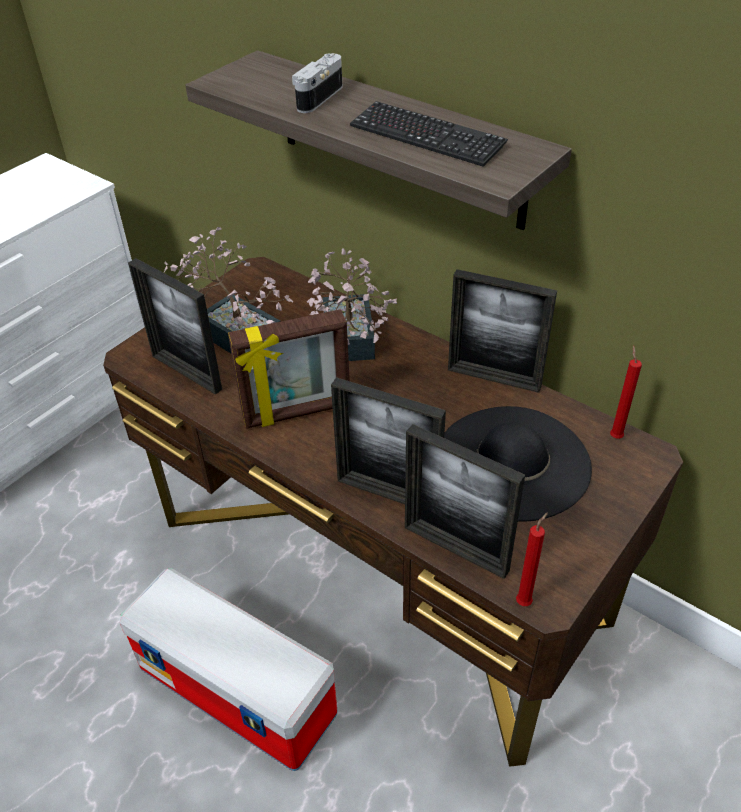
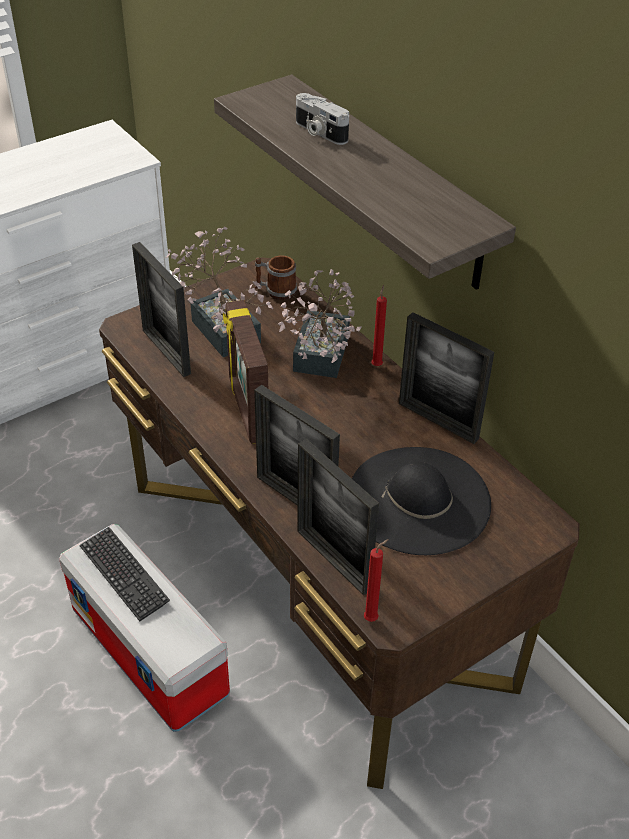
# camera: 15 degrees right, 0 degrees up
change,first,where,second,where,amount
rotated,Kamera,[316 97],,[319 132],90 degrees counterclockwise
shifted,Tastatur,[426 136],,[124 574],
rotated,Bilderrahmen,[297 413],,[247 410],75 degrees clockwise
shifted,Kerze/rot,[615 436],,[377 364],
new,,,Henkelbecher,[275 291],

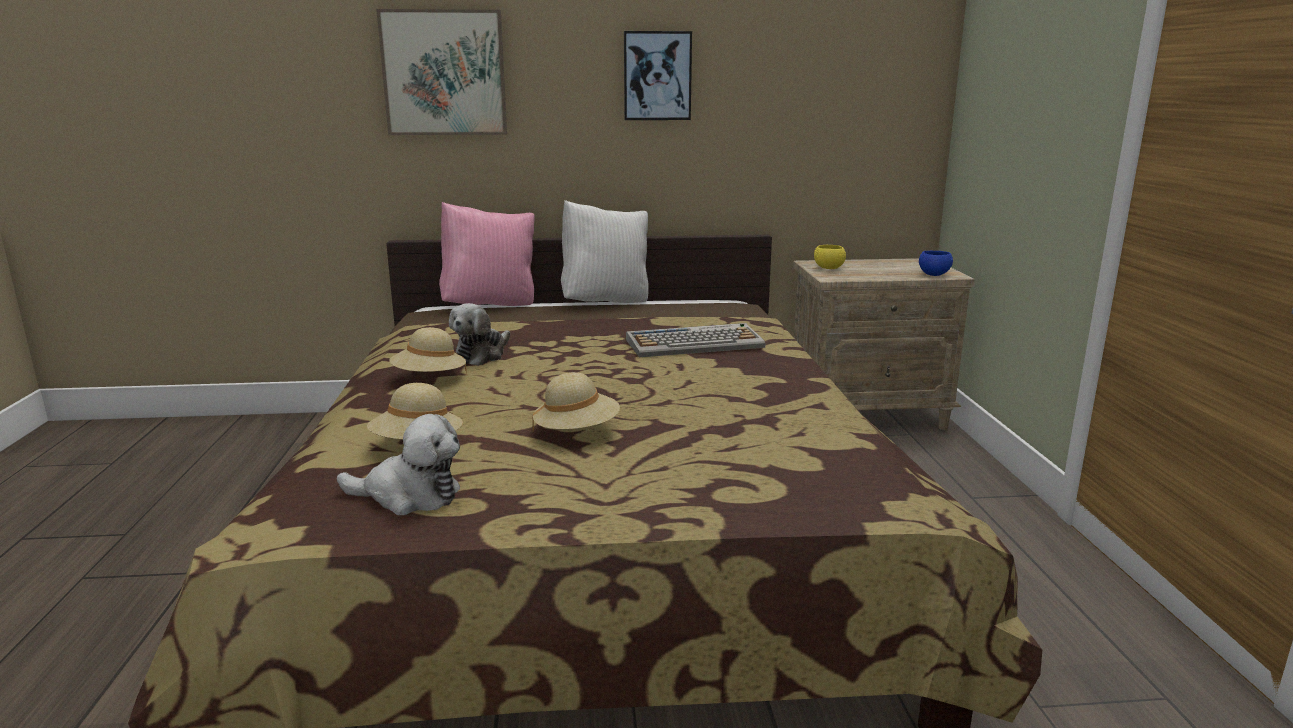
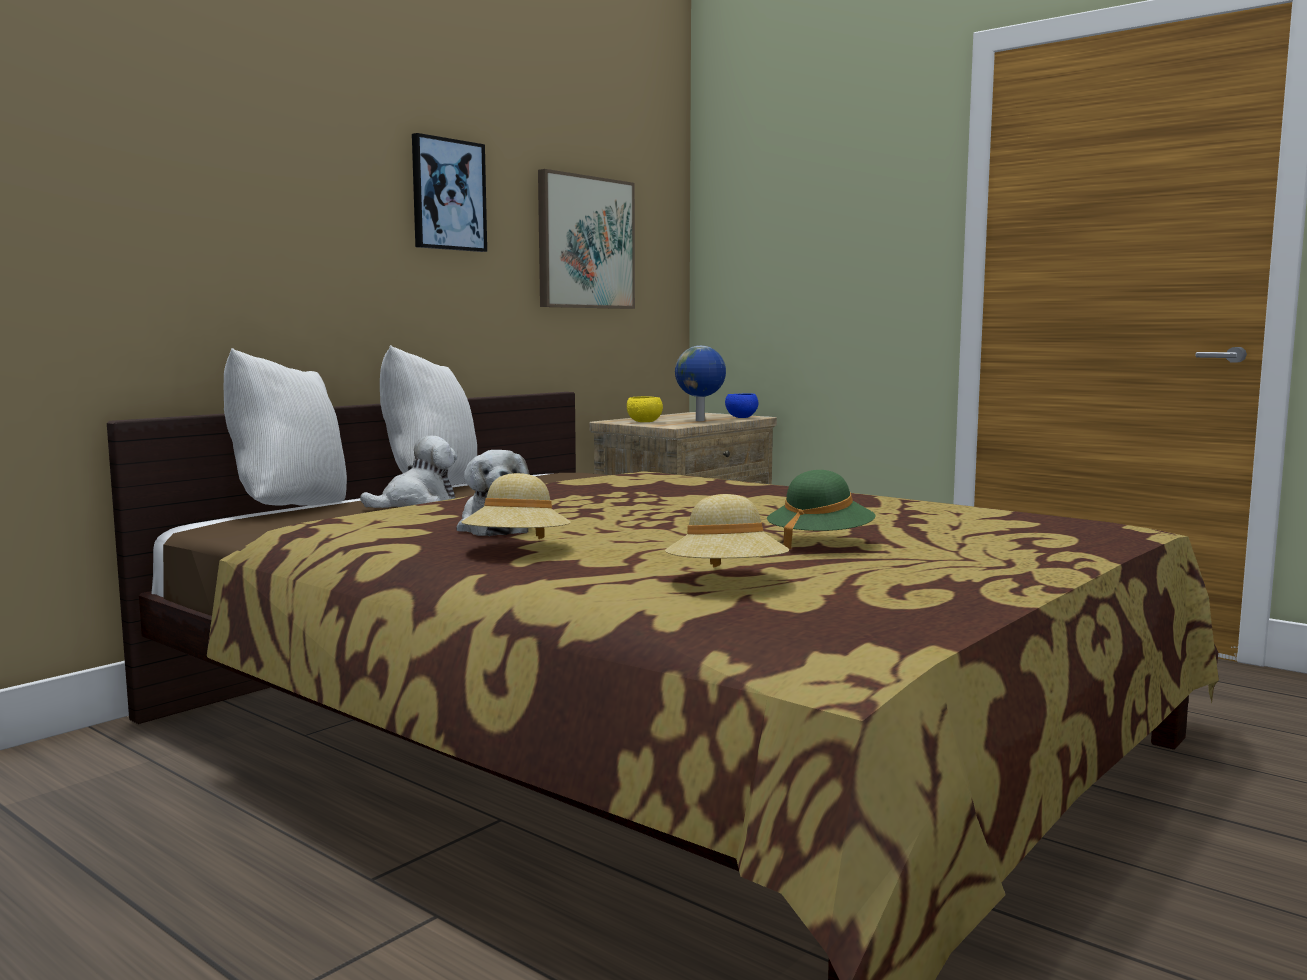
# camera: 45 degrees left, 10 degrees down
change,first,where,second,where,amount
shifted,Bild,[444 73],,[585 243],
repainted,Kissen/rosa,[491 305],Kissen/weiß,[288 508],
gone,Tastatur,[695 343],,,
repainted,Hut/beige,[577 432],Hut/grün,[819 543],
shifted,Plüschtier,[409 496],,[416 504],
new,,,Globus,[700 420],

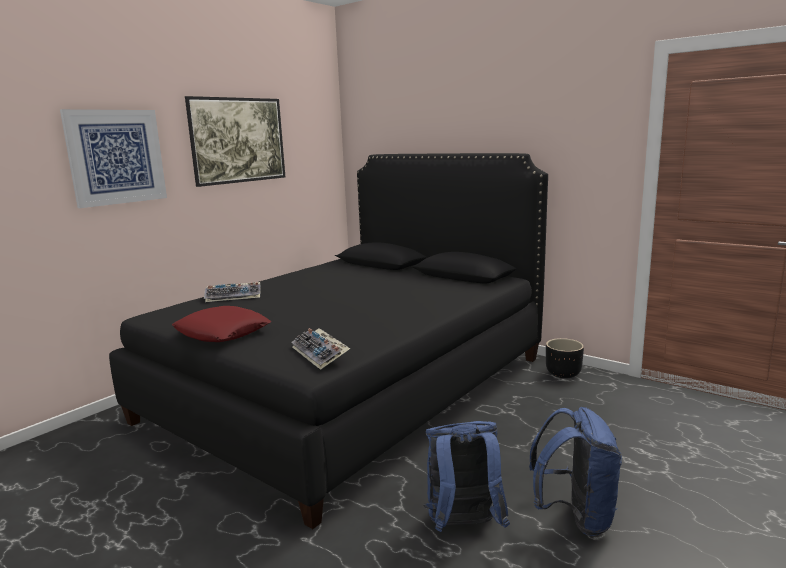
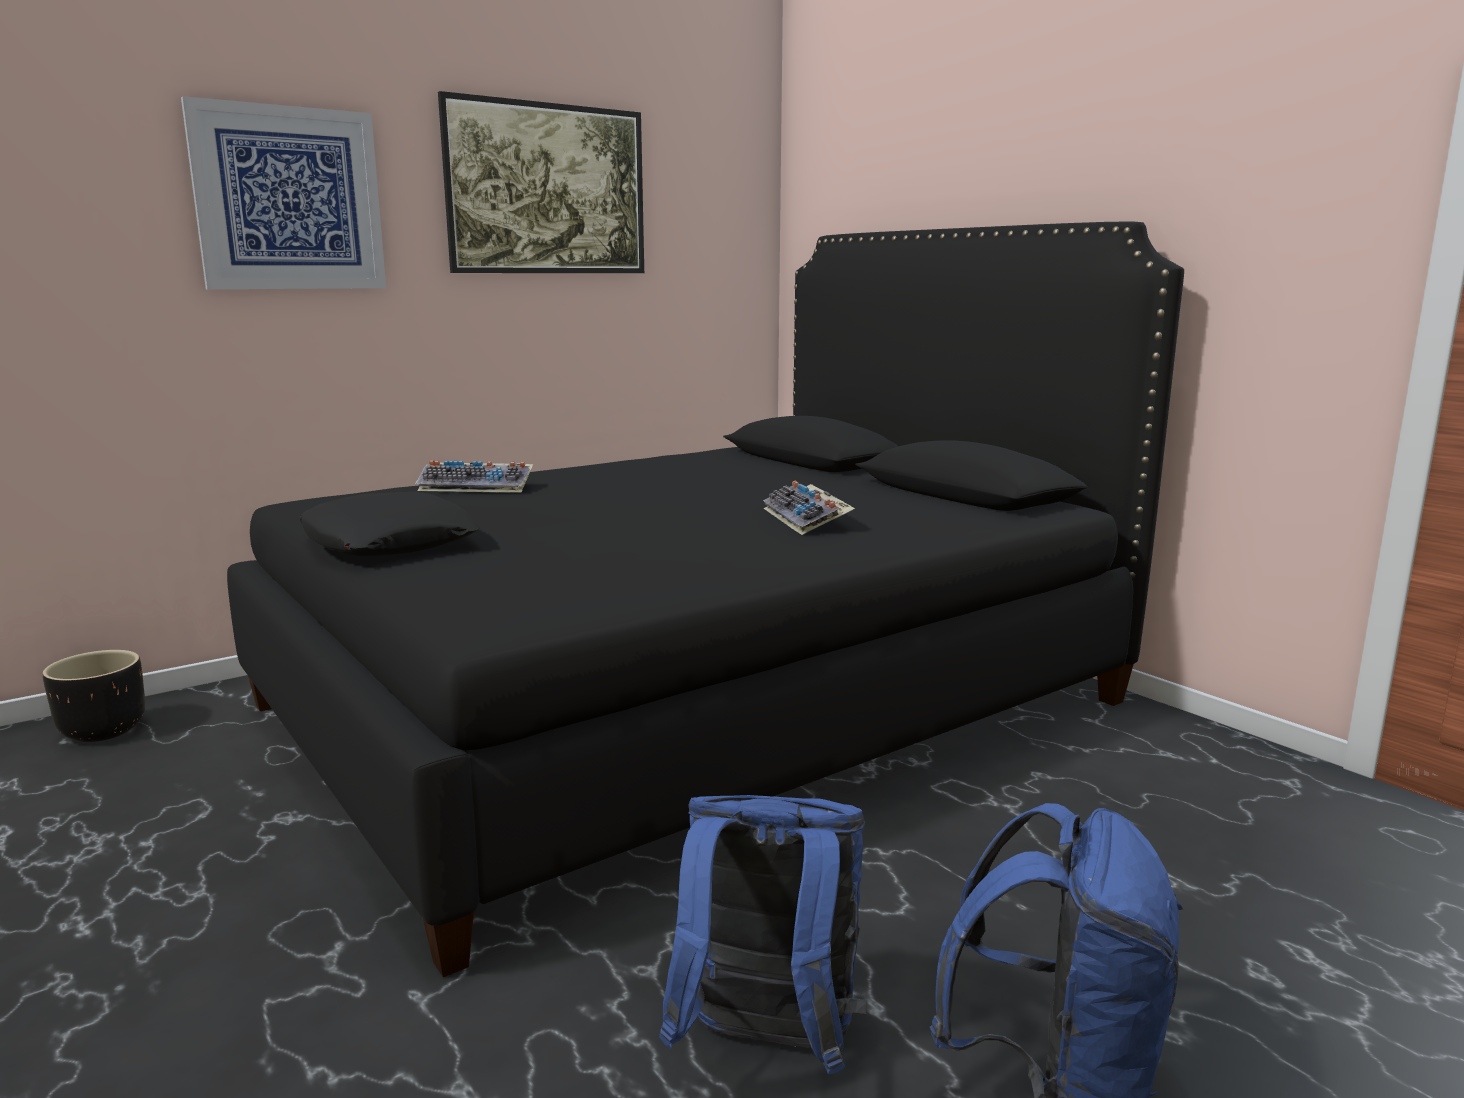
# camera: 15 degrees right, 0 degrees up
change,first,where,second,where,amount
repainted,Kissen/rot,[222 332],Kissen/schwarz,[389 542],
shifted,Tastatur,[321 354],,[807 519],
shifted,Pflanzkübel/schwarz,[562 374],,[102 731],

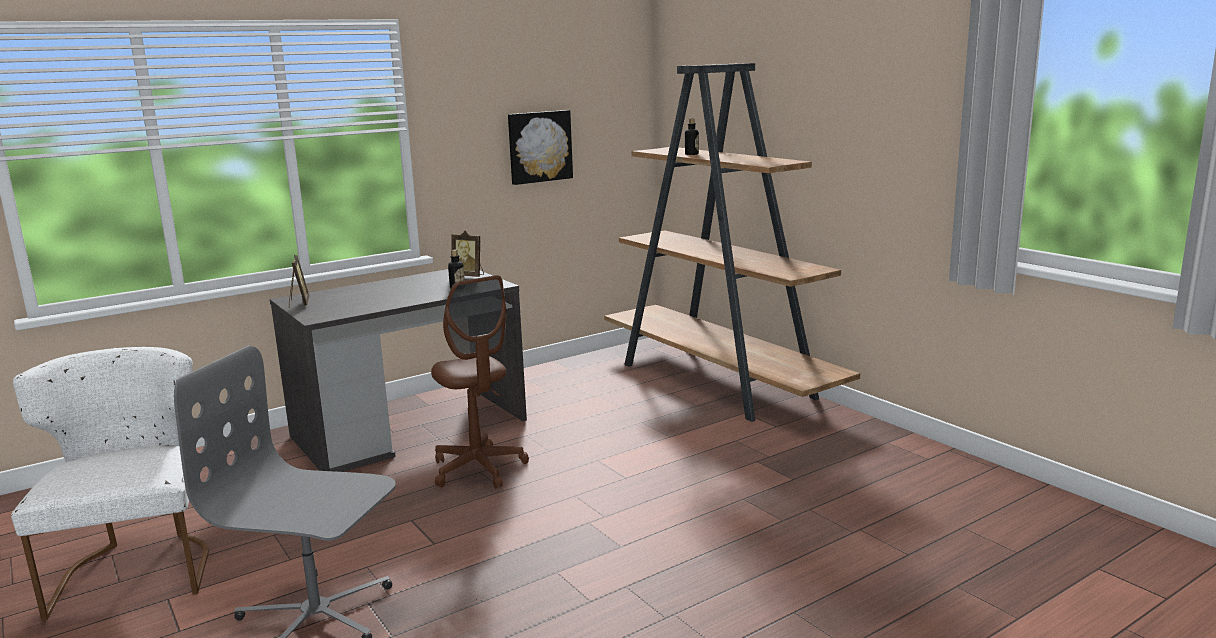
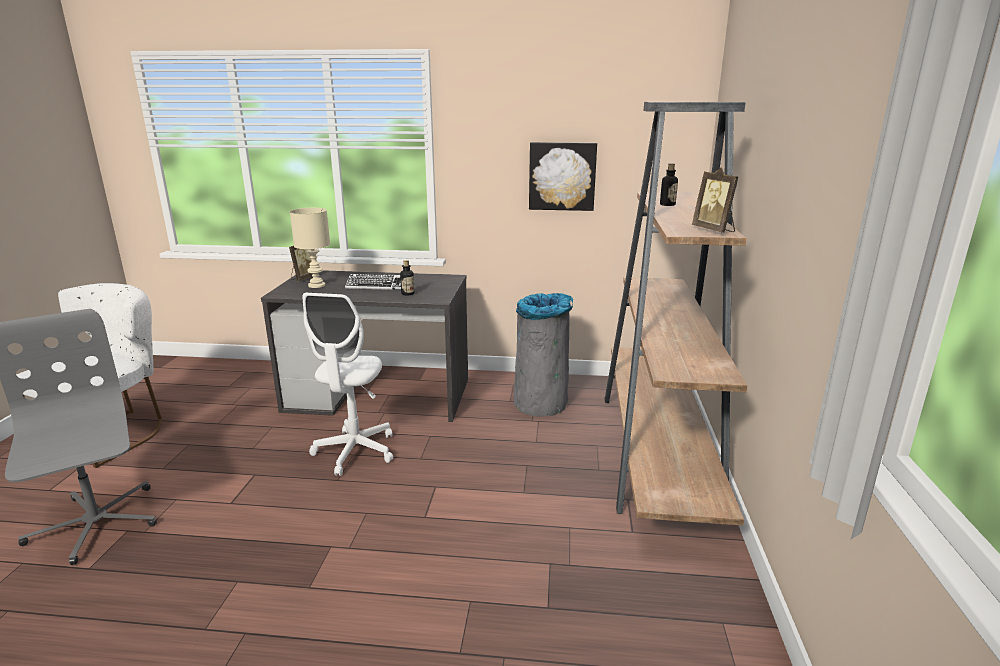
# camera: 40 degrees right, 5 degrees up
change,first,where,second,where,amount
shifted,Bilderrahmen,[469 276],,[714 230],
repainted,Bürostuhl/braun,[478 469],Bürostuhl/weiß,[355 451],
new,,,Tischlampe/beige,[317 285],
new,,,Tastatur,[376 286],
new,,,Mülleimer/grau,[541 402],

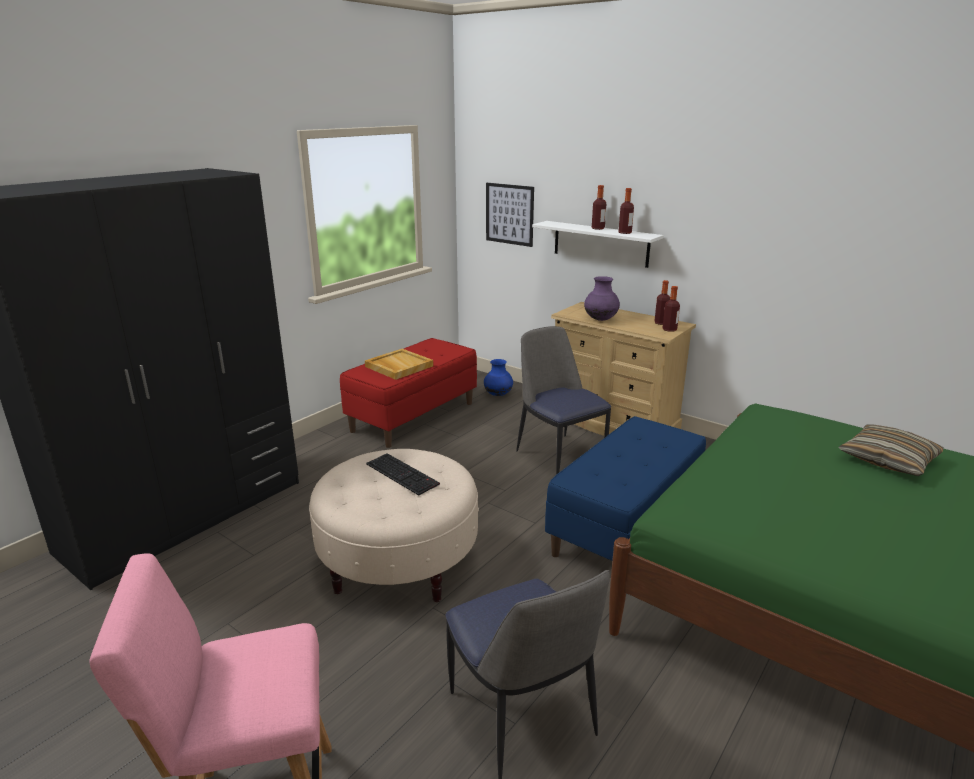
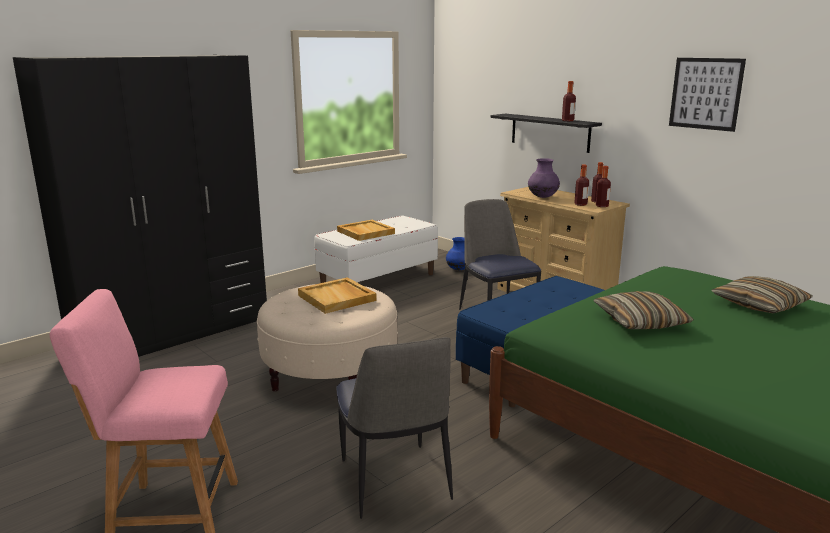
# camera: 10 degrees right, 5 degrees down
change,first,where,second,where,amount
shifted,Bild,[509 214],,[705 93],
shifted,Flasche,[598 228],,[580 204],
repainted,Wandregal/weiß,[600 243],Wandregal/schwarz,[550 132],
repainted,Bank/rot,[413 416],Bank/weiß,[378 280],
swapped,Tastatur,[403 474],Tablett/beige,[337 298],
new,,,Kissen,[640 321],

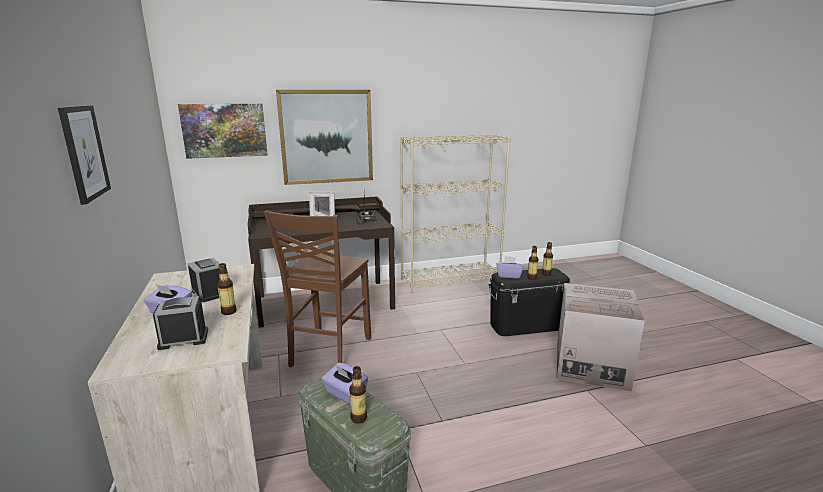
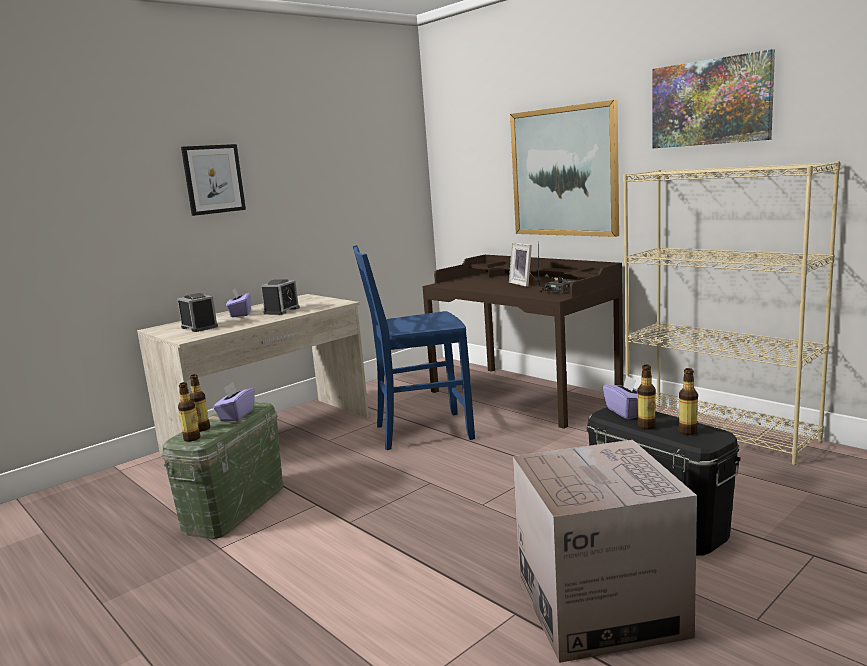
# camera: 65 degrees right, 5 degrees down
change,first,where,second,where,amount
shifted,Bild,[224 130],,[710 102],
repainted,Stuhl/braun,[328 352],Stuhl/blau,[421 431],
shifted,Flasche,[229 312],,[192 438],

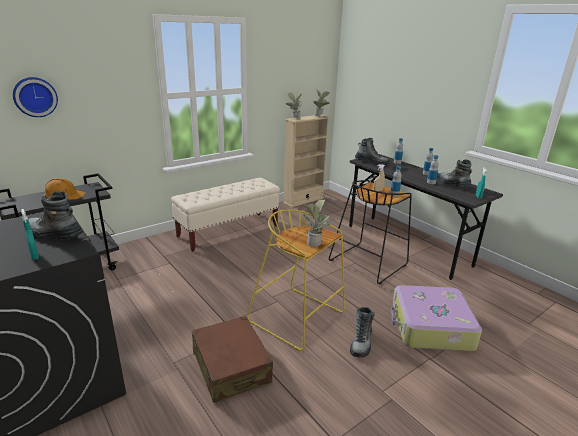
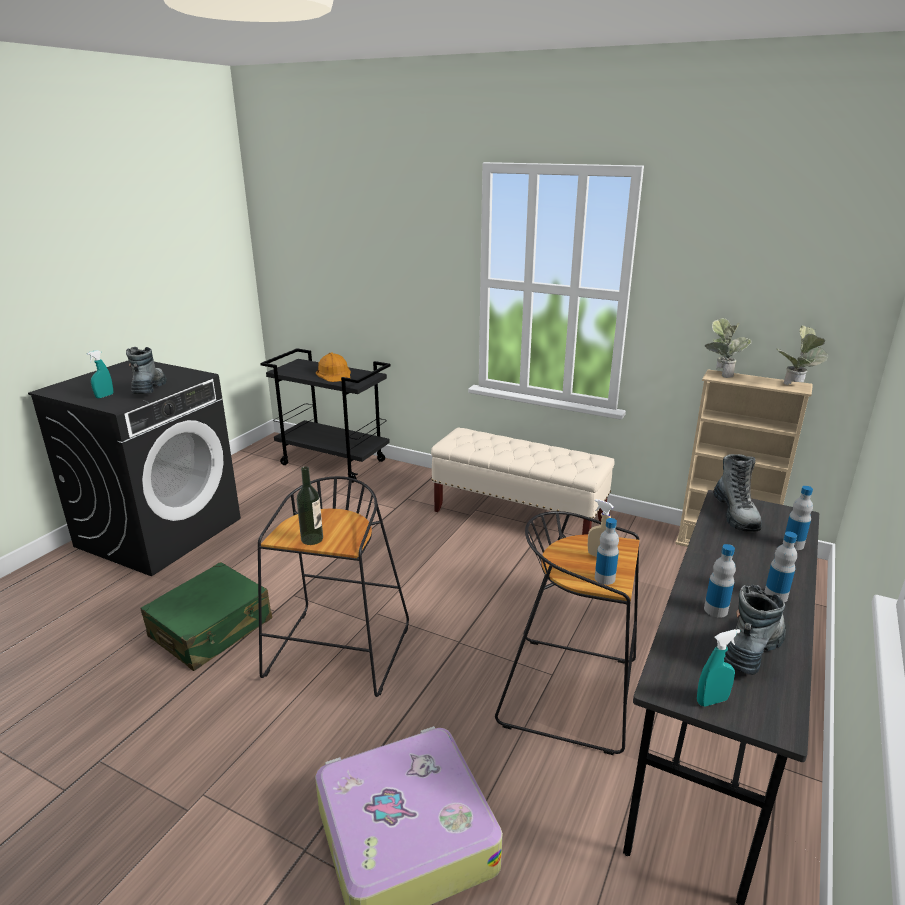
# camera: 65 degrees right, 0 degrees up
change,first,where,second,where,amount
gone,Wanduhr,[35 97],,,
swapped,Topfpflanze,[315 242],Flasche,[312 539],
repainted,Hocker/gelb,[298 318],Hocker/schwarz,[339 654],
gone,Stiefel,[361 342],,,
repainted,Koffer/braun,[231 367],Koffer/grün,[211 629],

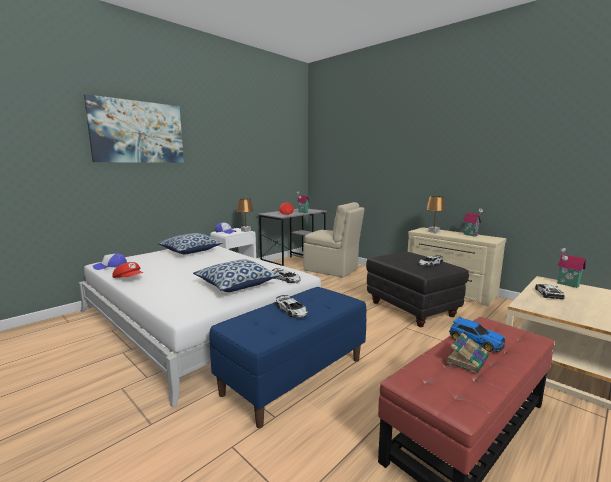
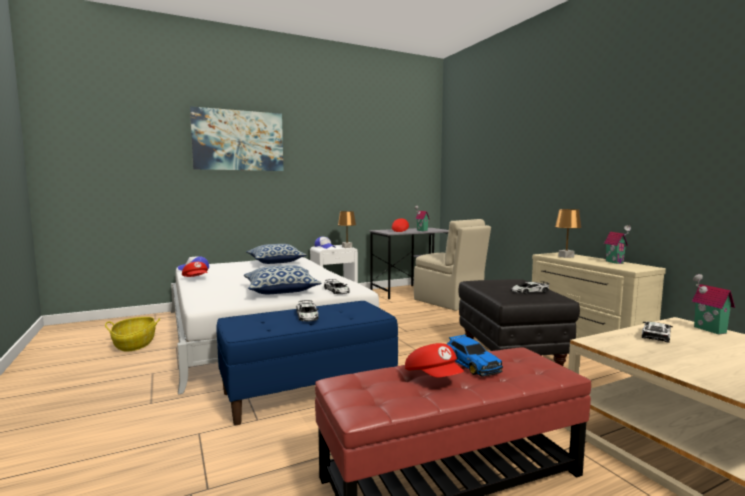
# camera: 20 degrees right, 5 degrees down
change,first,where,second,where,amount
swapped,Buch,[467 360],Kappe/rot,[434 377],
new,,,Korb,[135 344],

